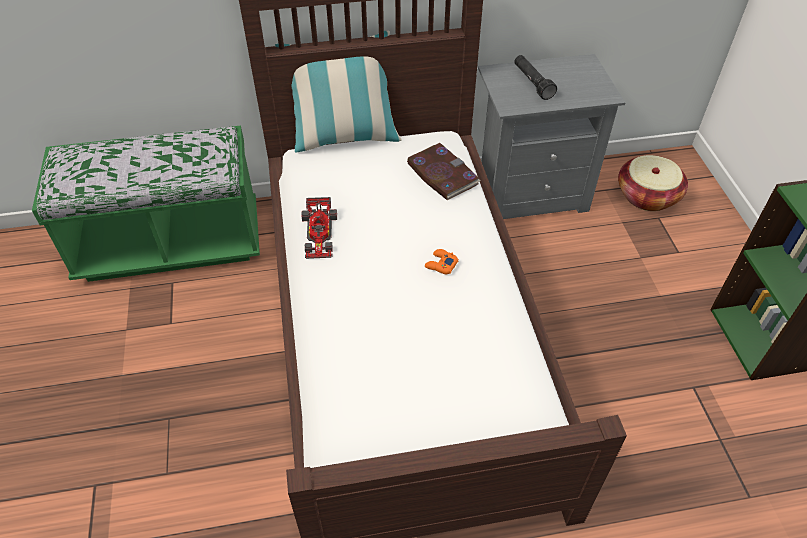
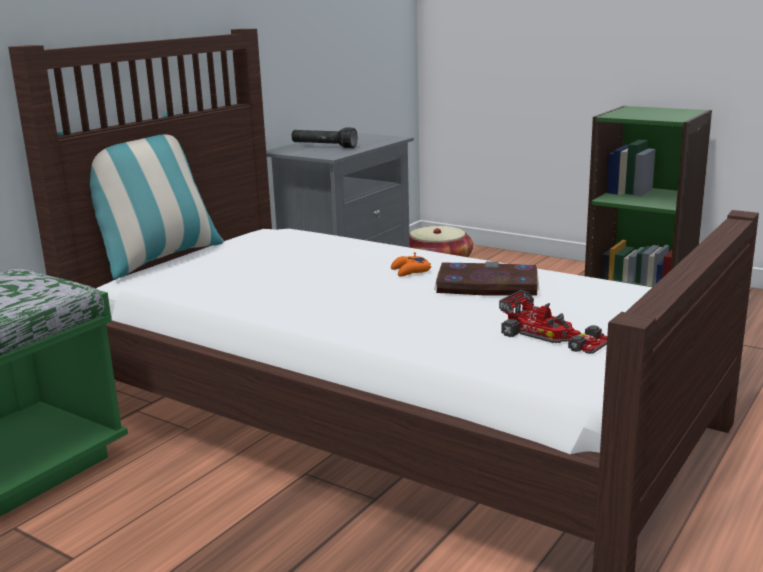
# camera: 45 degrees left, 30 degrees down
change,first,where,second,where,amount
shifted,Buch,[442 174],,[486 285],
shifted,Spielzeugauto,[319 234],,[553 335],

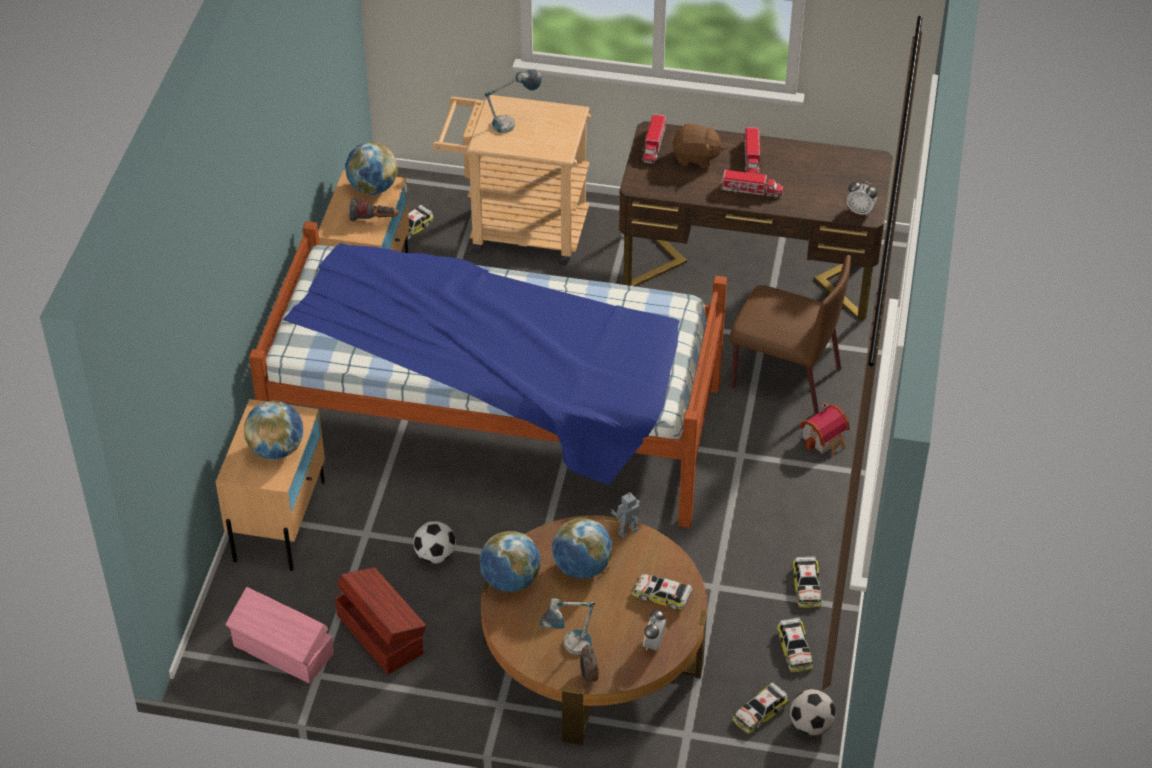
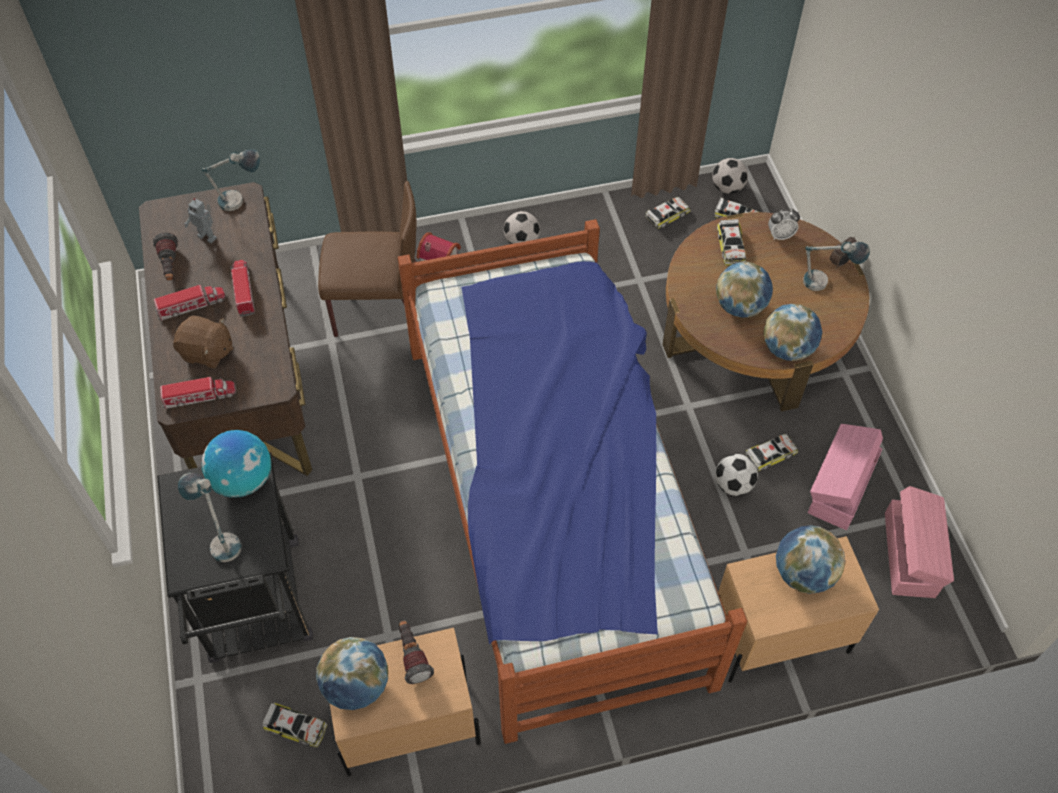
# camera: 115 degrees left, 10 degrees up
change,first,where,second,where,amount
repainted,Rollwagen/beige,[517 230],Rollwagen/schwarz,[257 611],
rotated,Plüschtier/braun,[696 157],,[207 352],120 degrees clockwise
swapped,Wecker,[860 211],Tischlampe,[241 202],
rotated,Stuhl/braun,[784 377],,[378 309],90 degrees clockwise
shifted,Spielzeugroboter,[628 532],,[208 237],
shifted,Spielzeugauto,[807 586],,[771 454],
repainted,Aufbewahrungsbox/braun,[381 633],Aufbewahrungsbox/rosa,[840 487],
new,,,Fußball,[522 241],
new,,,Taschenlampe,[170 266],
new,,,Globus,[243 480],

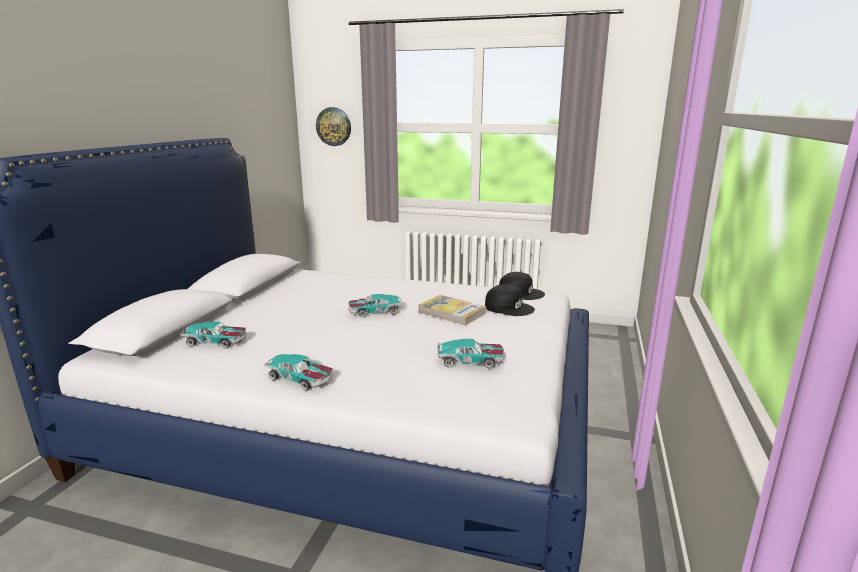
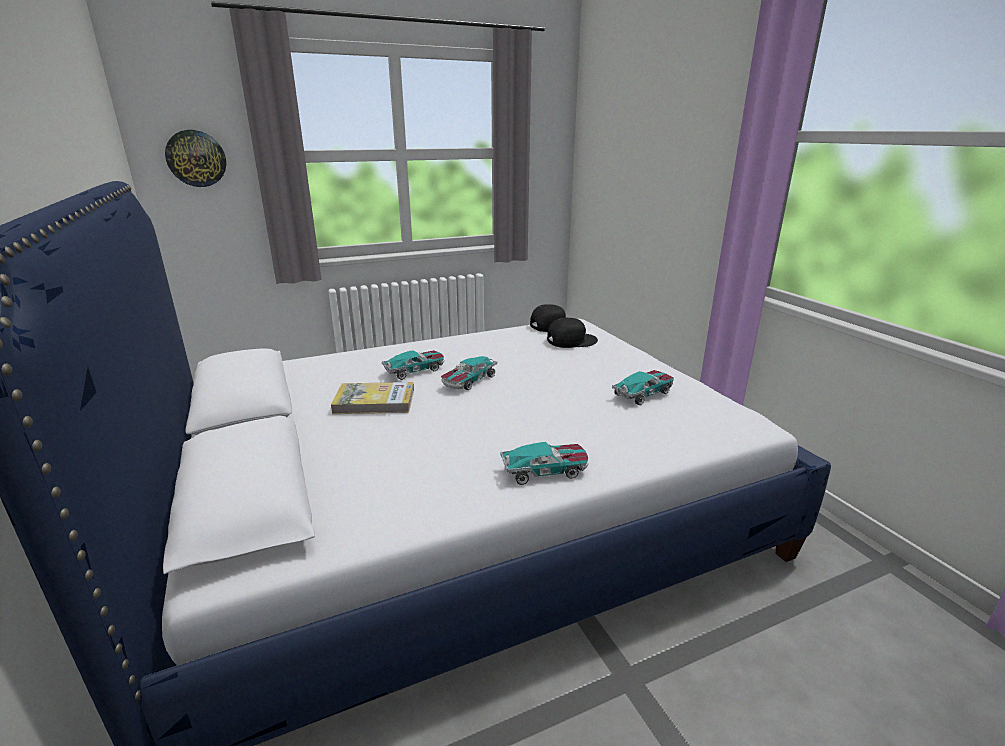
# camera: 40 degrees left, 5 degrees up
change,first,where,second,where,amount
shifted,Buch,[452 313],,[374 402],
shifted,Spielzeugauto,[216 342],,[415 370],

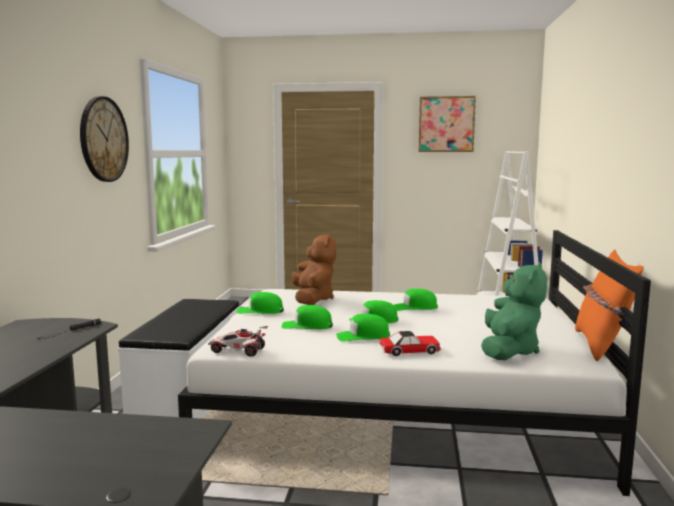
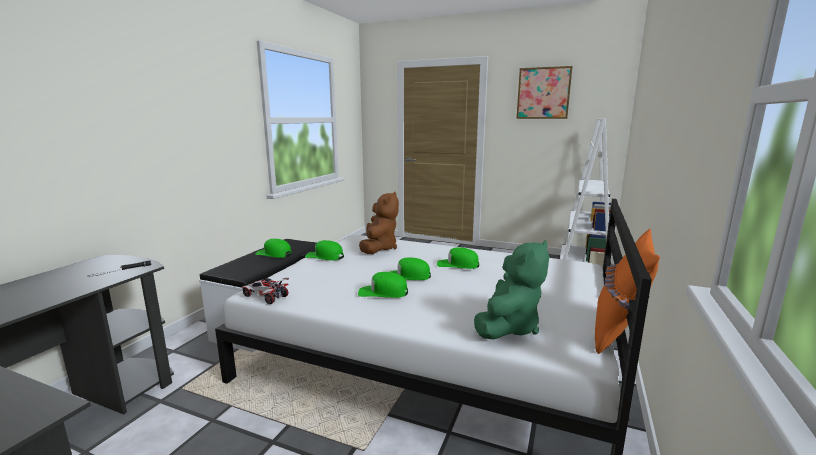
# camera: 15 degrees right, 5 degrees up
change,first,where,second,where,amount
gone,Wanduhr,[103 139],,,
shifted,Kappe/grün,[307 326],,[274 254],
gone,Spielzeugauto,[409 351],,,

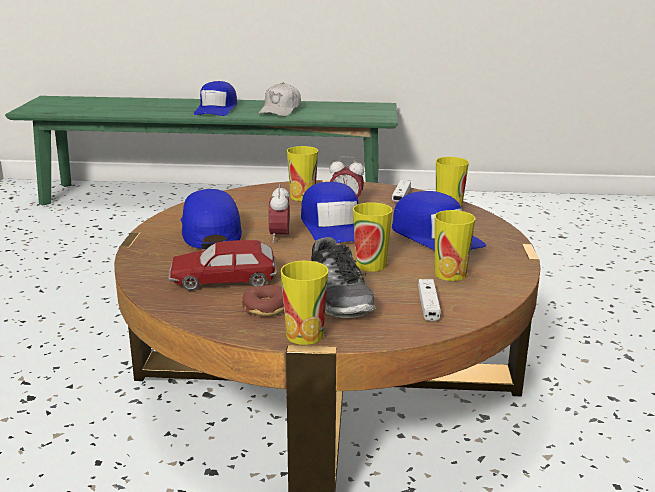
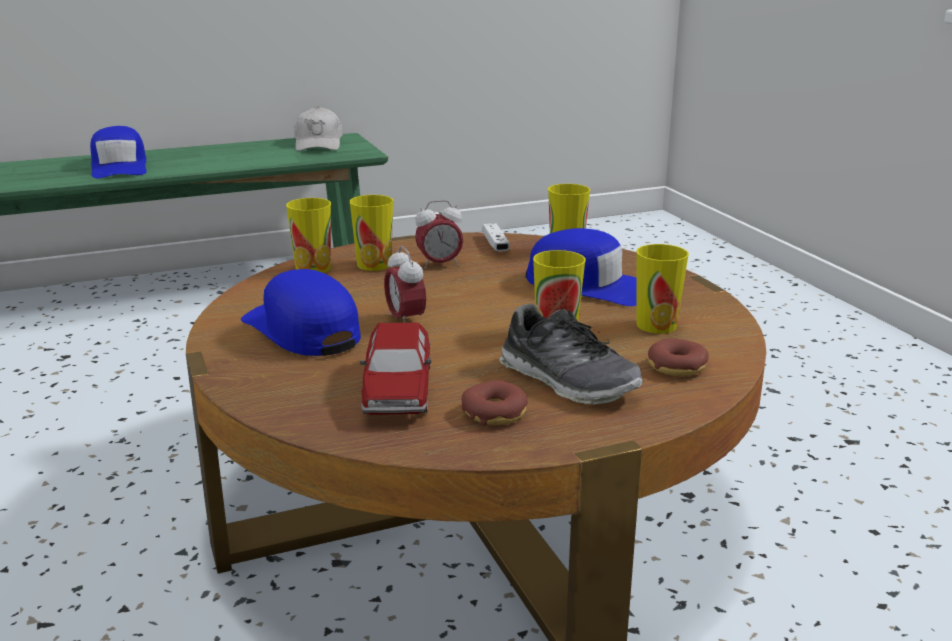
# camera: 25 degrees left, 0 degrees up
change,first,where,second,where,amount
shifted,Kappe/weiß,[280 110],,[319 144],
gone,Kappe/blau,[333 226],,,
rotated,Spielzeugauto,[223 280],,[397 390],60 degrees counterclockwise
shifted,Tasse,[304 335],,[313 268],
swapped,Gamepad/weiß,[428 306],Donut,[676 367],

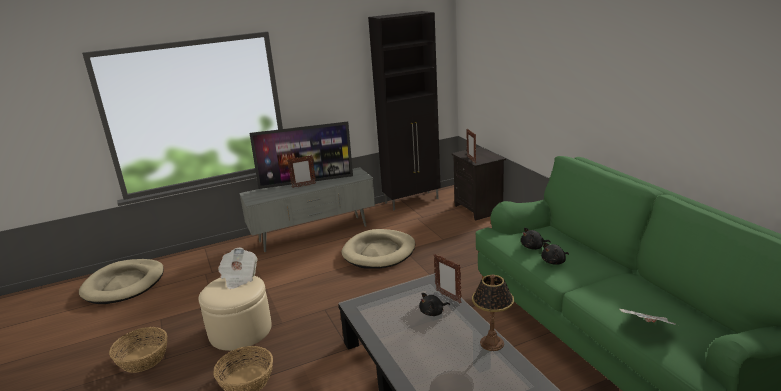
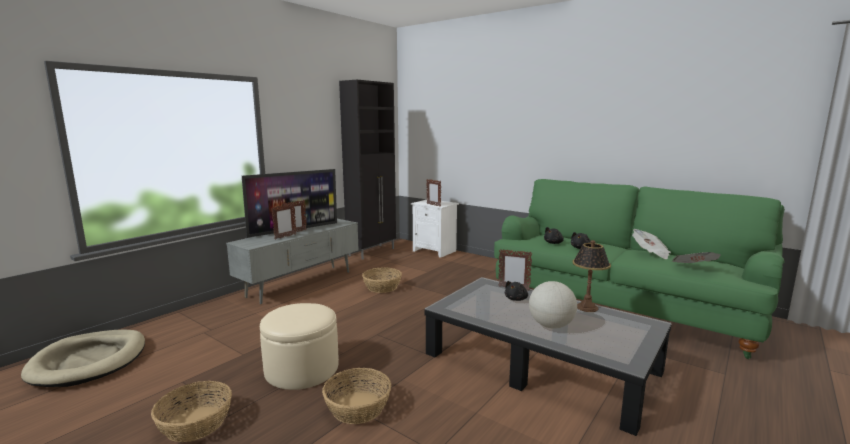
# camera: 30 degrees left, 10 degrees down
change,first,where,second,where,amount
repainted,Nachttisch/schwarz,[479 209],Nachttisch/weiß,[435 251],
swapped,Hundebett/beige,[379 252],Korb,[382 287],
shifted,Zeitung,[239 277],,[650 253],
new,,,Bilderrahmen,[285 237],
new,,,Globus,[551 325],

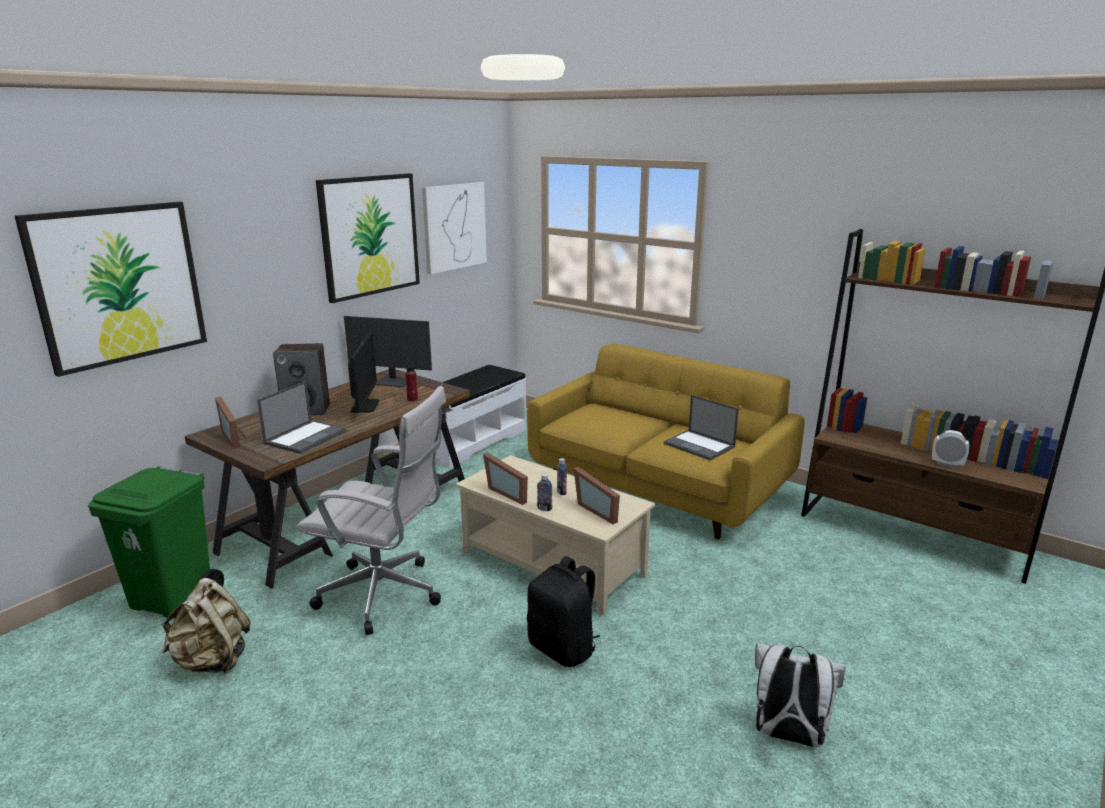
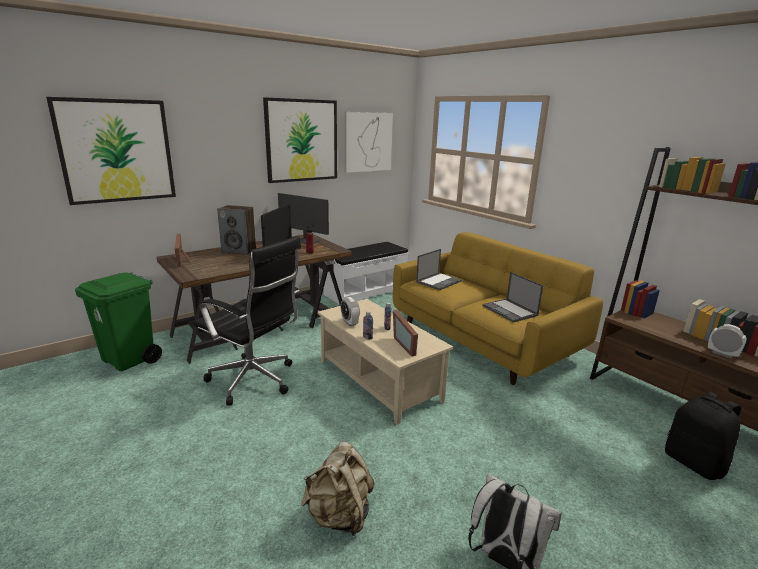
# camera: 15 degrees right, 0 degrees up
change,first,where,second,where,amount
shifted,Laptop,[306 437],,[439 281],
repainted,Bürostuhl/weiß,[386 595],Bürostuhl/schwarz,[255 381],
swapped,Bilderrahmen,[509 492],Wecker,[350 322],
shifted,Rucksack/schwarz,[563 648],,[694 463],
shifted,Rucksack/beige,[212 661],,[339 515],

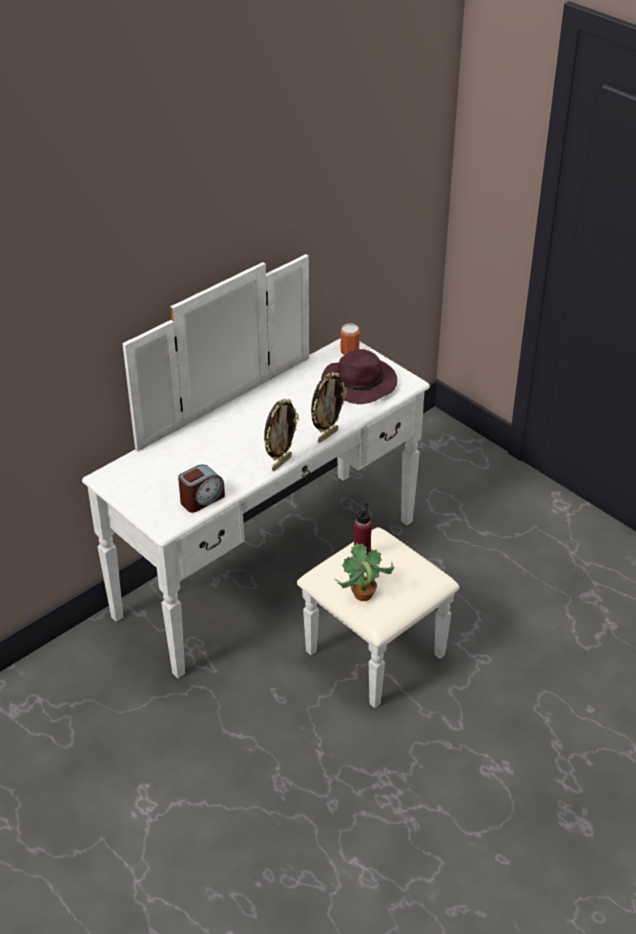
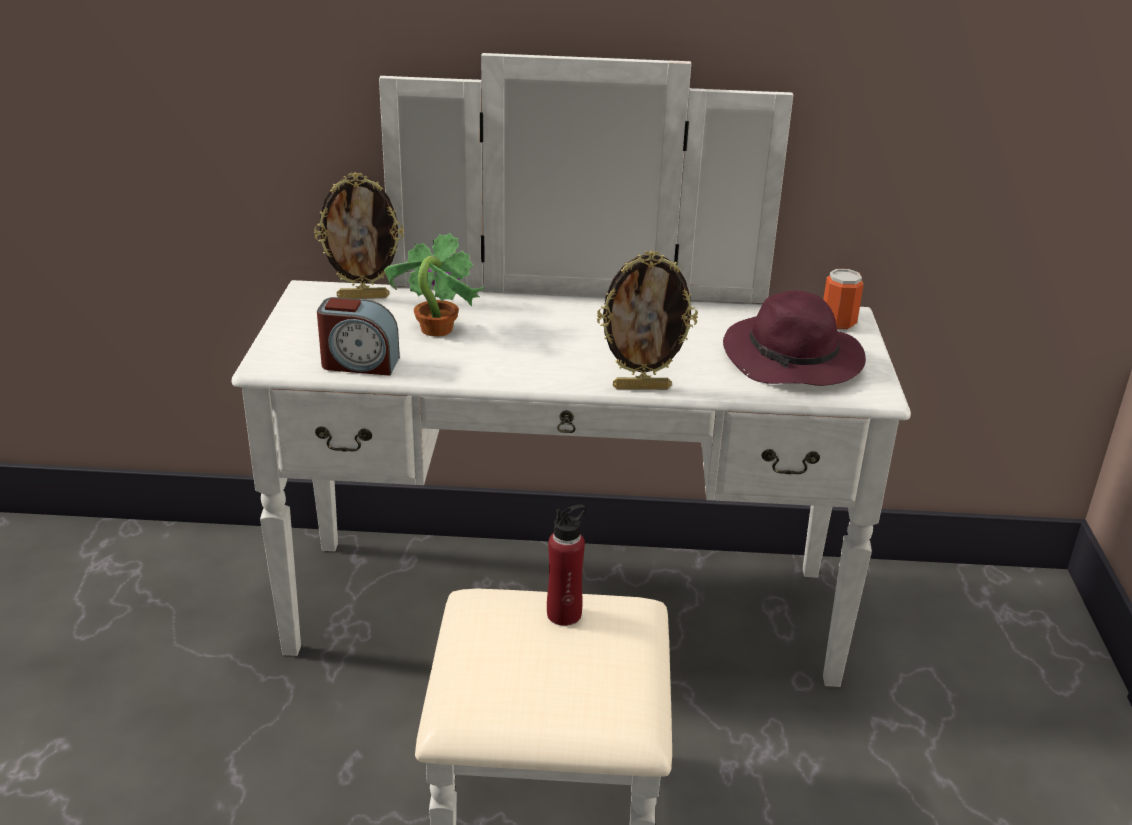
# camera: 45 degrees right, 10 degrees down
change,first,where,second,where,amount
shifted,Bilderrahmen,[281 463],,[363 297],
shifted,Topfpflanze,[362 595],,[435 329],

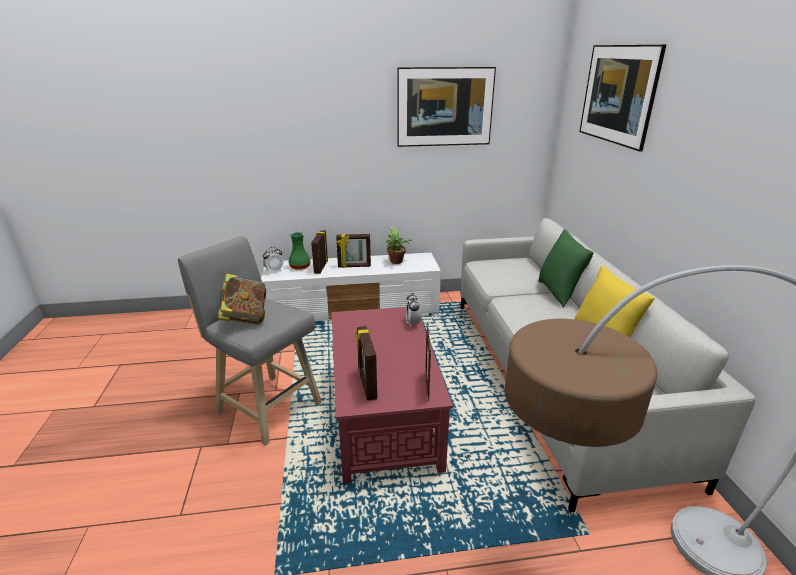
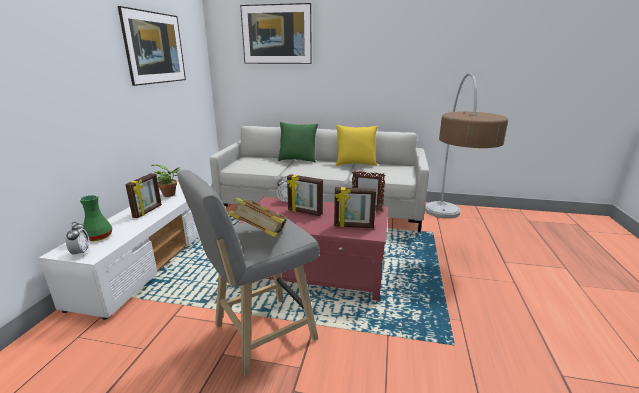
# camera: 70 degrees left, 5 degrees down
change,first,where,second,where,amount
shifted,Bilderrahmen,[320 267],,[304 212],

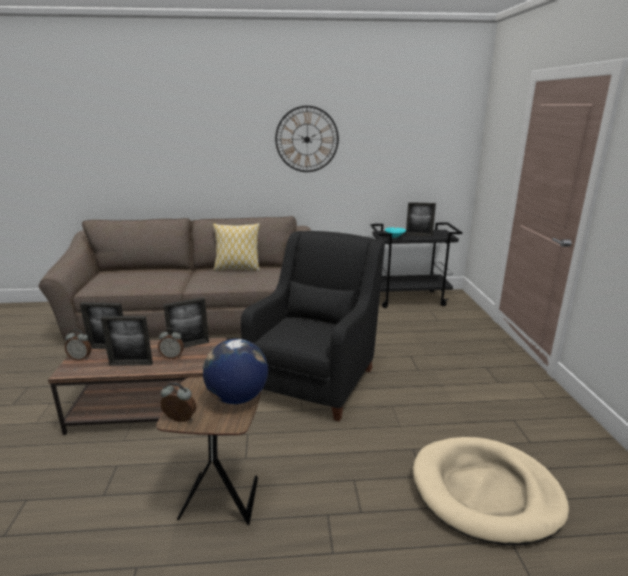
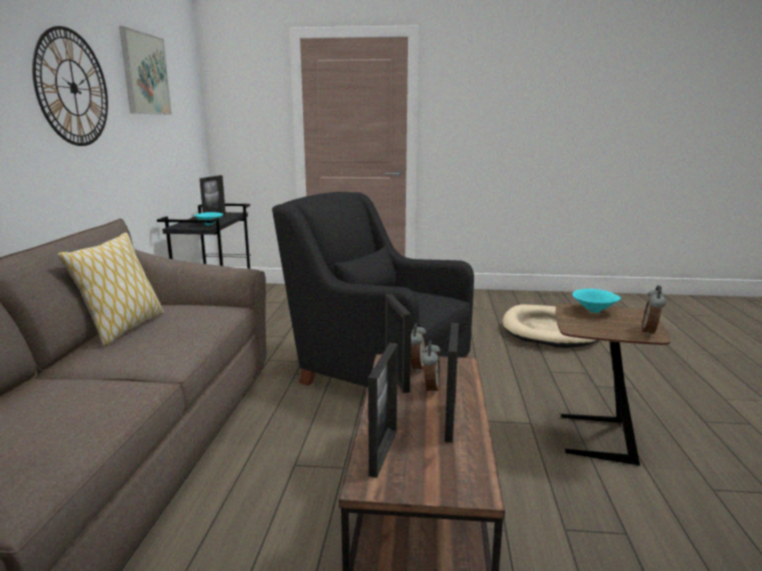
# camera: 80 degrees left, 5 degrees down
change,first,where,second,where,amount
shifted,Wecker,[80 358],,[416 367],
swapped,Globus,[237 398],Schüssel/türkis,[595 311],
new,,,Bild,[145 74],

